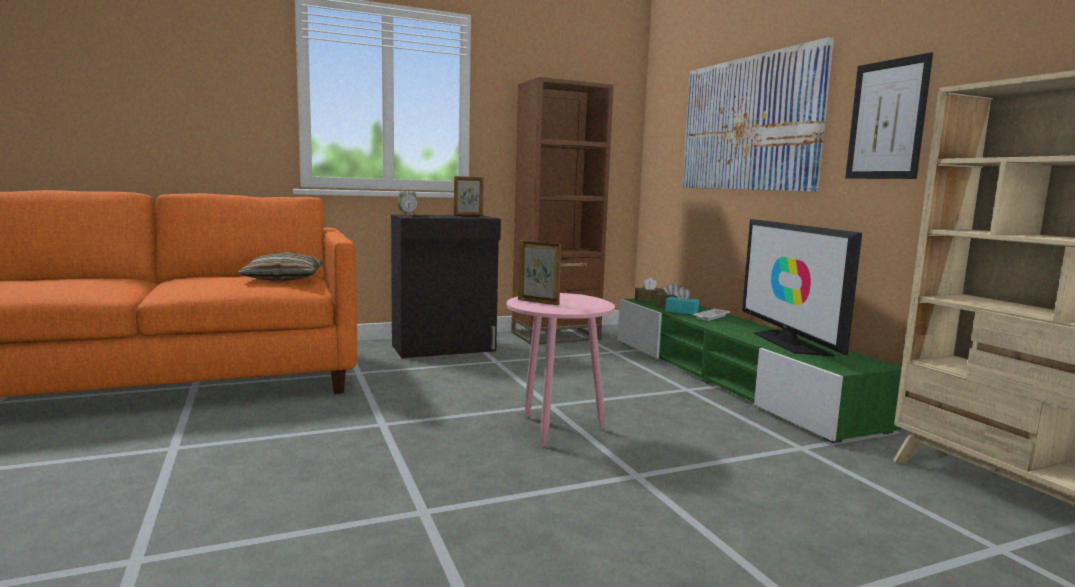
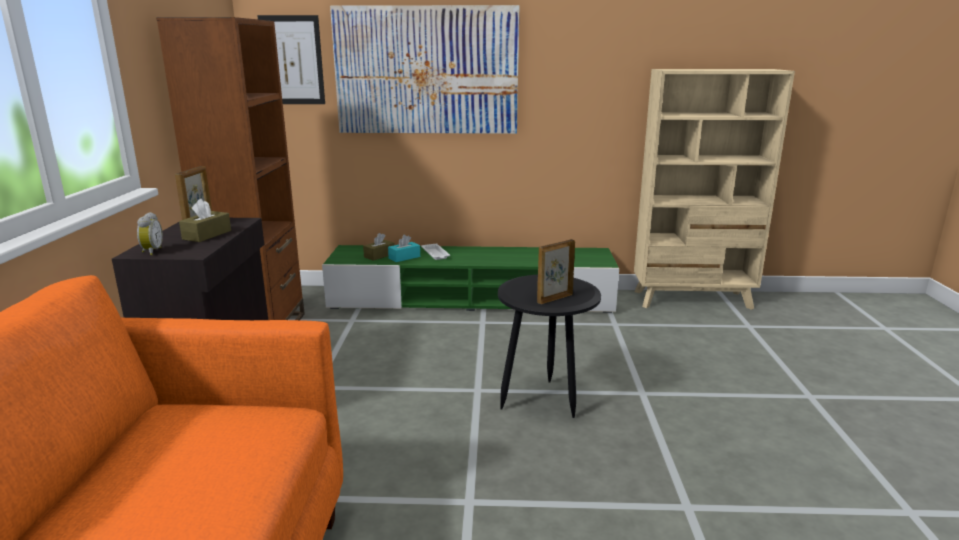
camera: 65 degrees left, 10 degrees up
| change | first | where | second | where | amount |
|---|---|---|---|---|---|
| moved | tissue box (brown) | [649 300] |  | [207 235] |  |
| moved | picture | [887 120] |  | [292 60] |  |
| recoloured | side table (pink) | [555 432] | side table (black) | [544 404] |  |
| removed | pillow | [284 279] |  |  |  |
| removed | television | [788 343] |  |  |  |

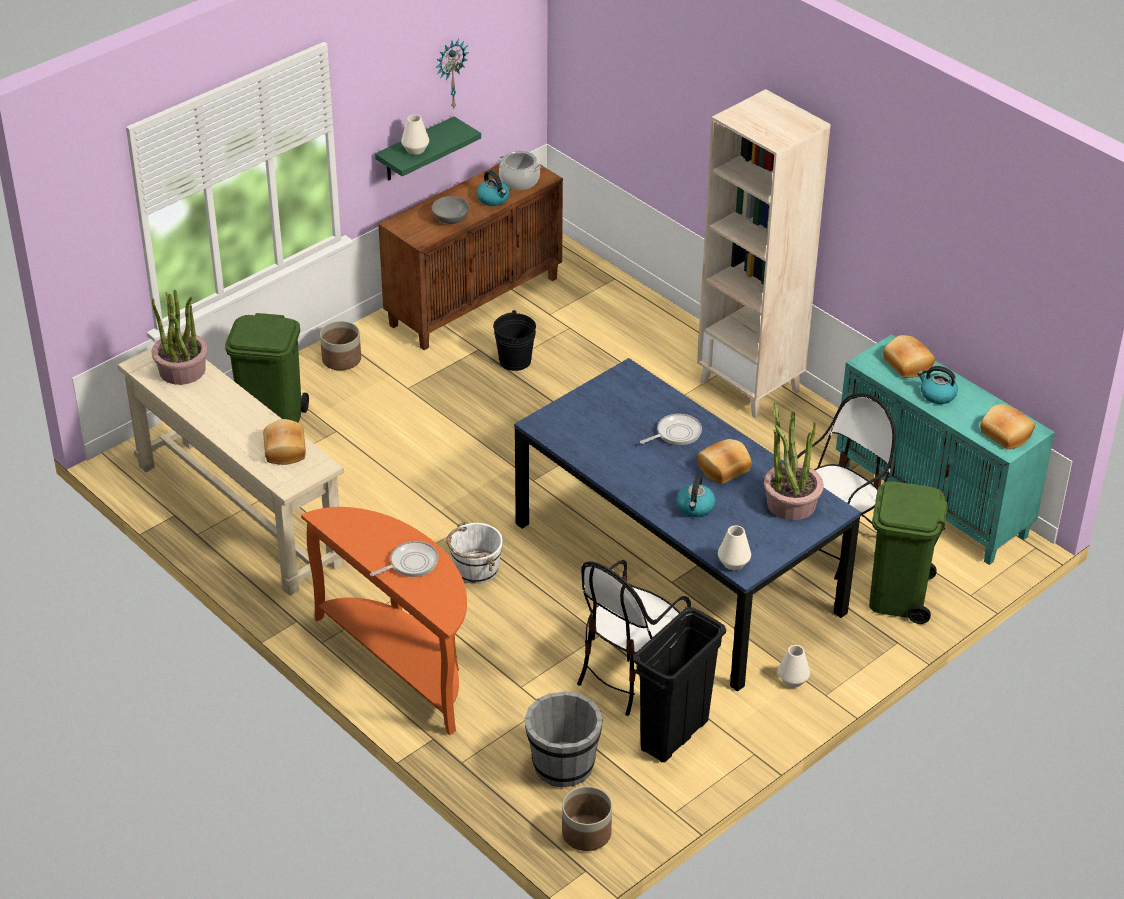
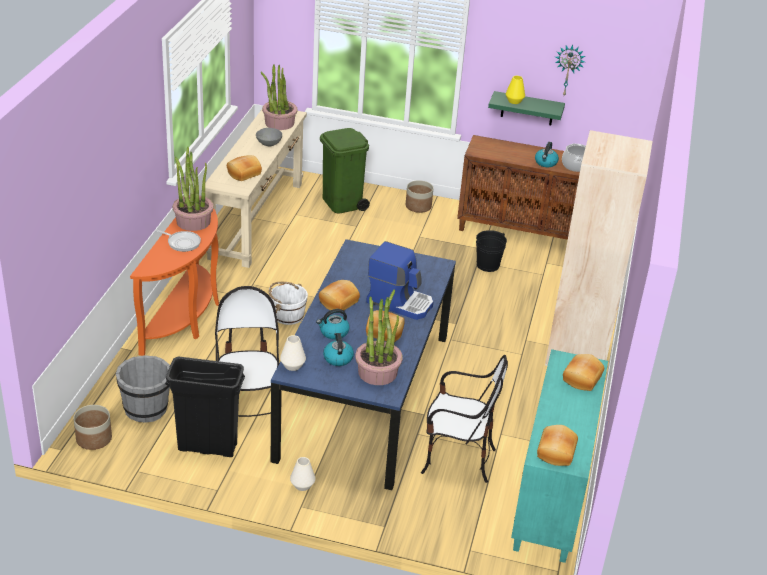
camera: 55 degrees right, 5 degrees down
| change | first | where | second | where | amount |
|---|---|---|---|---|---|
| added |  |  | potted plant | [193 221] |  |
| turned | chair | [630 674] |  | [248 409] | 75 degrees clockwise |
| moved | bowl (grey) | [450 219] |  | [268 143] |  |
| added |  |  | bread | [338 301] |  |
| moved | kettle | [937 395] |  | [337 358] |  |
| replaced | frying pan | [676 433] | coffee machine | [400 302] |  |
| recoloured | vase (white) | [415 149] | vase (yellow) | [514 101] |  |
| removed | trash can (green) | [898 597] |  |  |  |

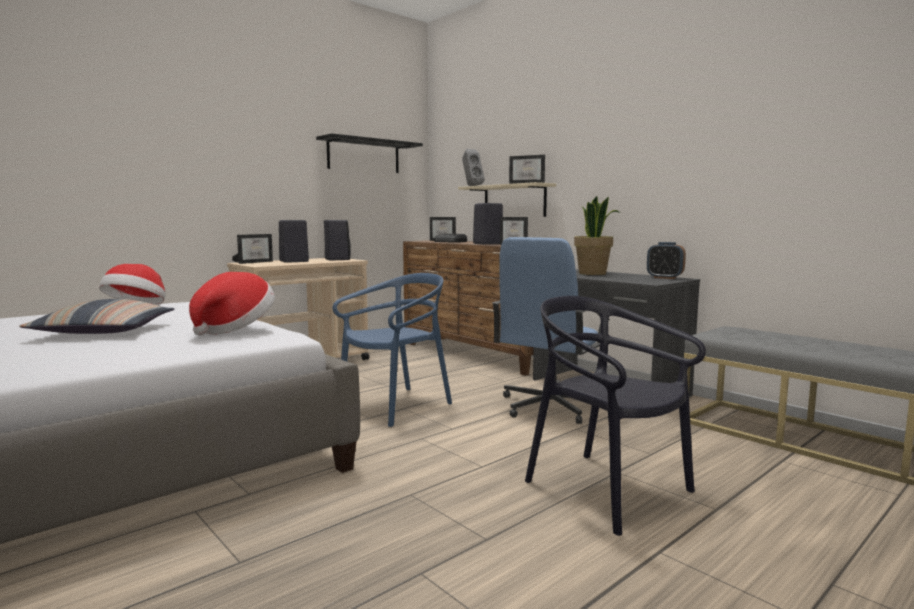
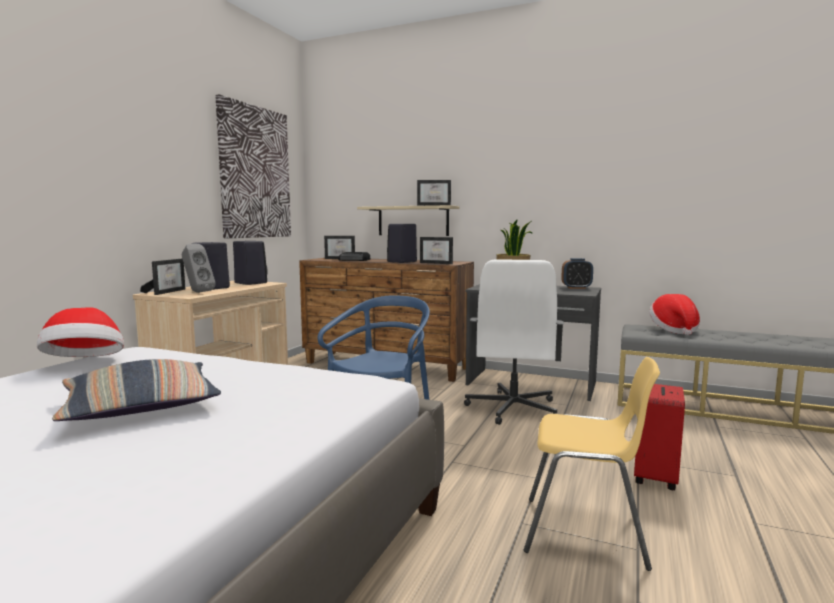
camera: 25 degrees left, 0 degrees up
| change | first | where | second | where | amount |
|---|---|---|---|---|---|
| moved | speaker (grey) | [471 186] |  | [197 292] |  |
| replaced | shelf (black) | [364 156] | picture | [255 172] |  |
| recoloured | office chair (blue) | [549 406] | office chair (white) | [512 409] |  |
| added |  |  | chair (yellow) | [585 533] |  |
| replaced | chair (black) | [606 489] | suitcase (red) | [653 477] |  |
| moved | hat | [235 329] |  | [674 330] |  |

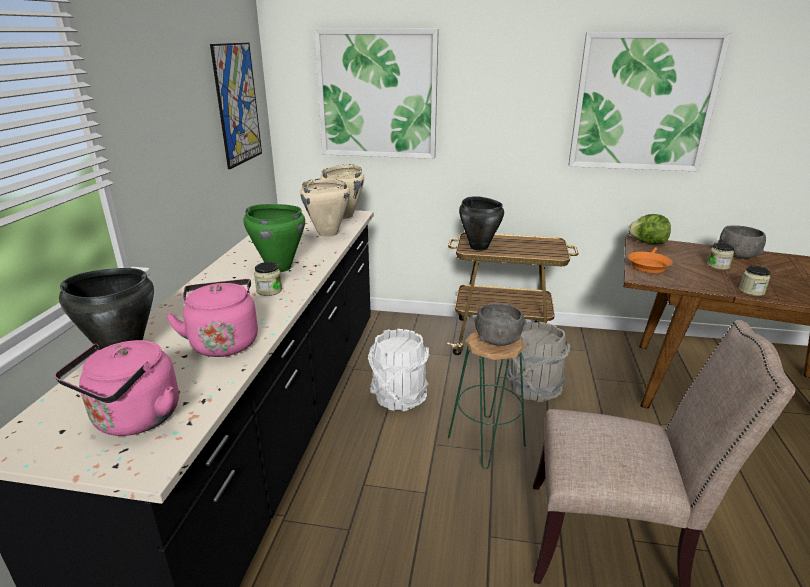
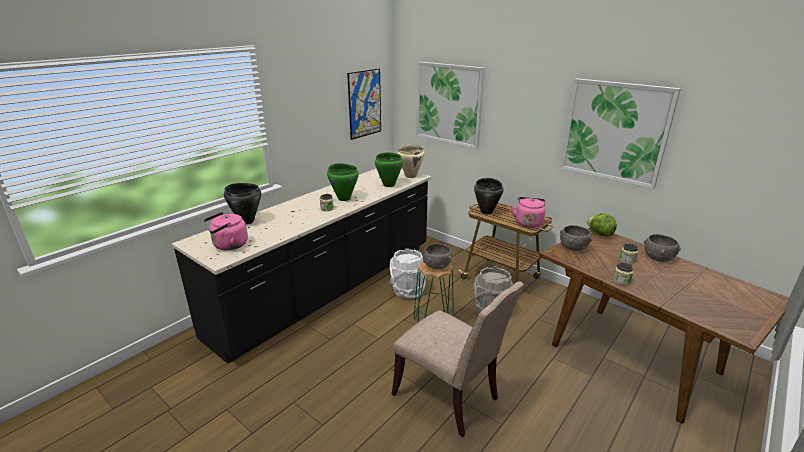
camera: 30 degrees right, 0 degrees up
| change | first | where | second | where | amount |
|---|---|---|---|---|---|
| recoloured | cooking pot (beige) | [327 234] | cooking pot (green) | [389 185] |  |
| moved | kettle (pink) | [224 342] |  | [528 222] |  |
| replaced | frying pan (orange) | [648 265] | bowl (grey) | [573 247] |  |

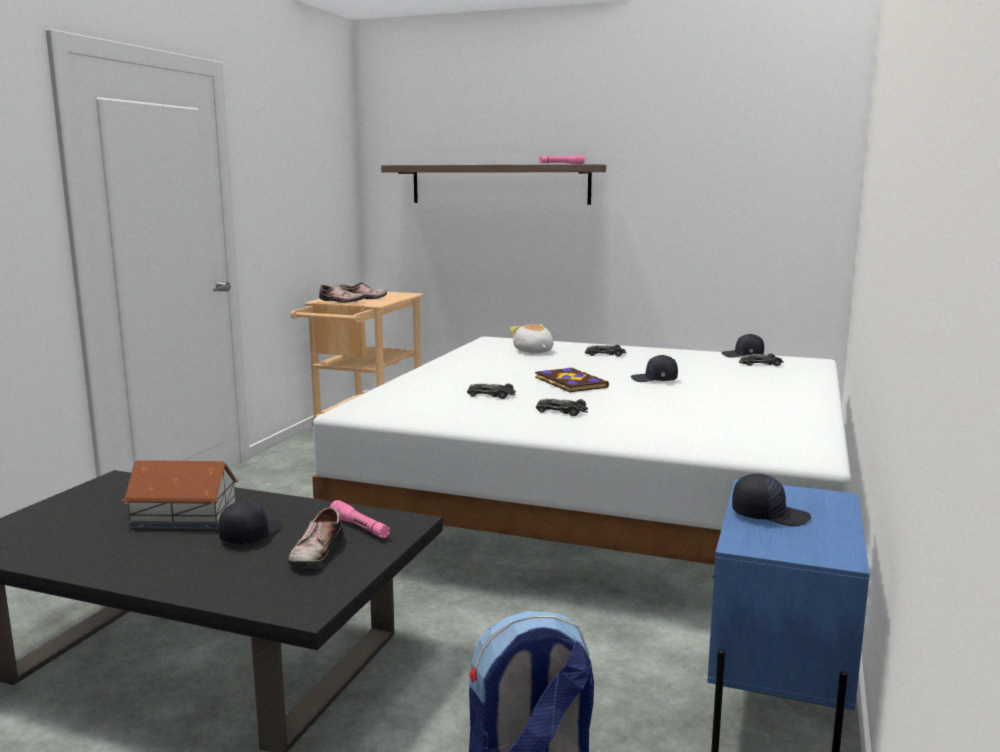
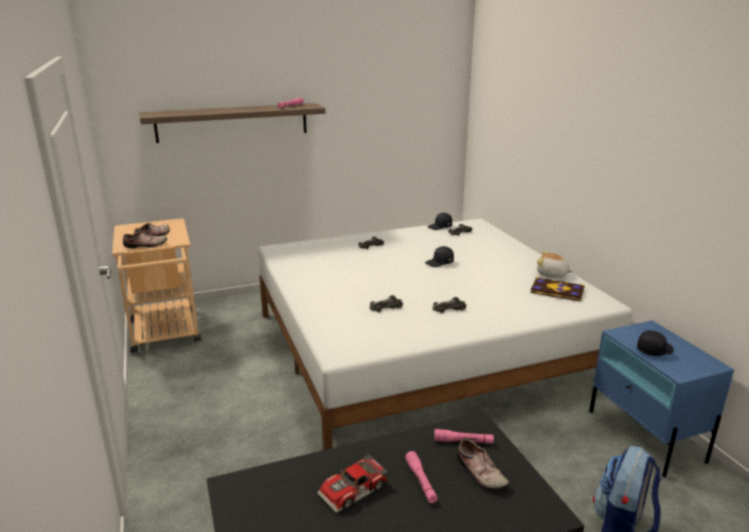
camera: 40 degrees left, 10 degrees up
| change | first | where | second | where | amount |
|---|---|---|---|---|---|
| replaced | toy house | [185 517] | toy car | [354 491] |  |
| replaced | cap (black) | [250 535] | flashlight (pink) | [421 481] |  |
| moved | book | [569 382] |  | [557 291] |  |
| moved | plush toy | [533 351] |  | [552 274] |  |

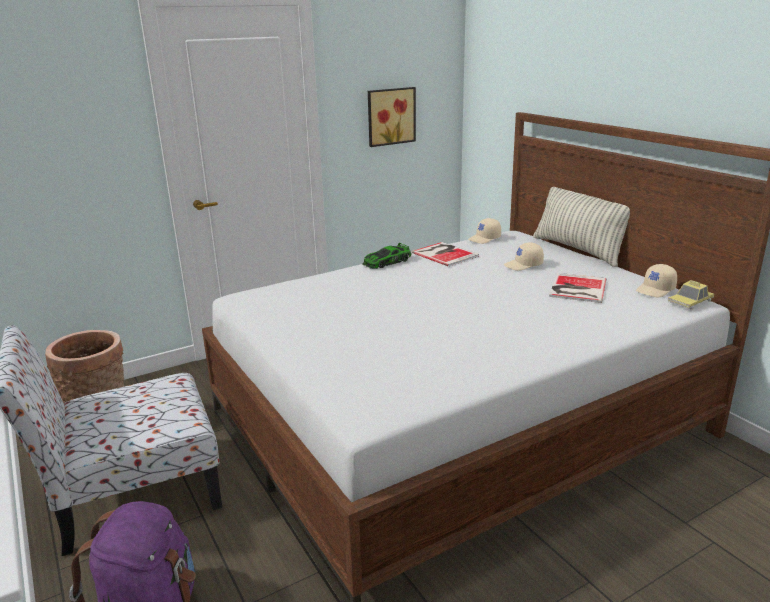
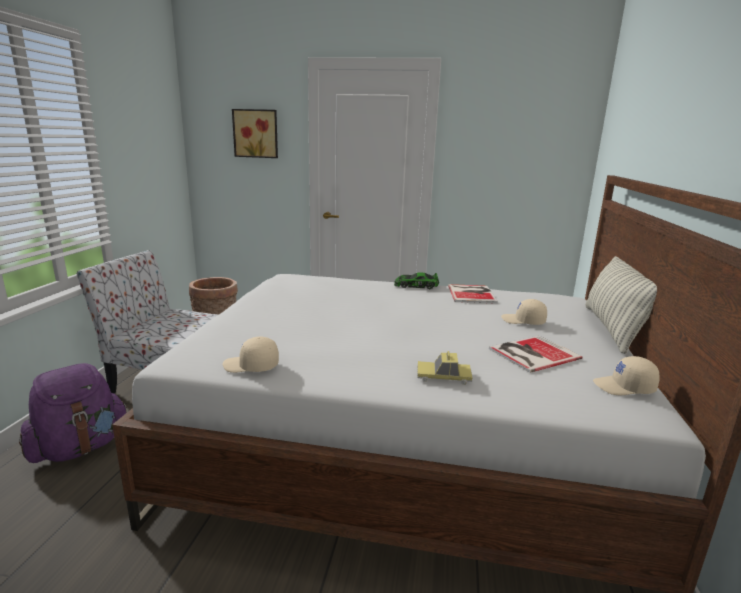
camera: 40 degrees right, 5 degrees down
| change | first | where | second | where | amount |
|---|---|---|---|---|---|
| moved | cap (beige) | [484 239] |  | [251 366] |  |
| moved | picture | [390 116] |  | [256 133] |  |
| moved | toy car | [690 302] |  | [443 376] |  |

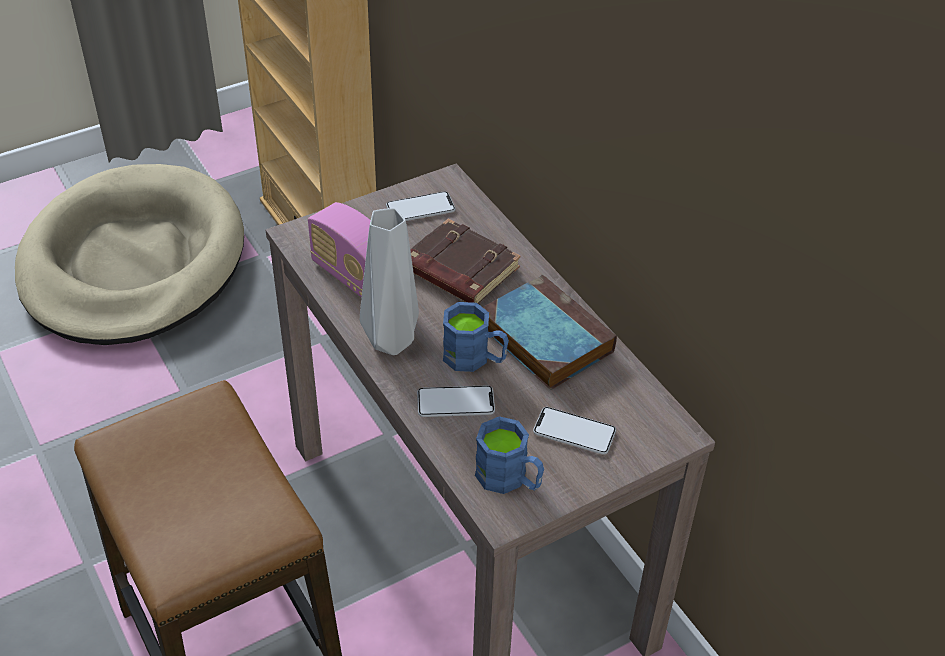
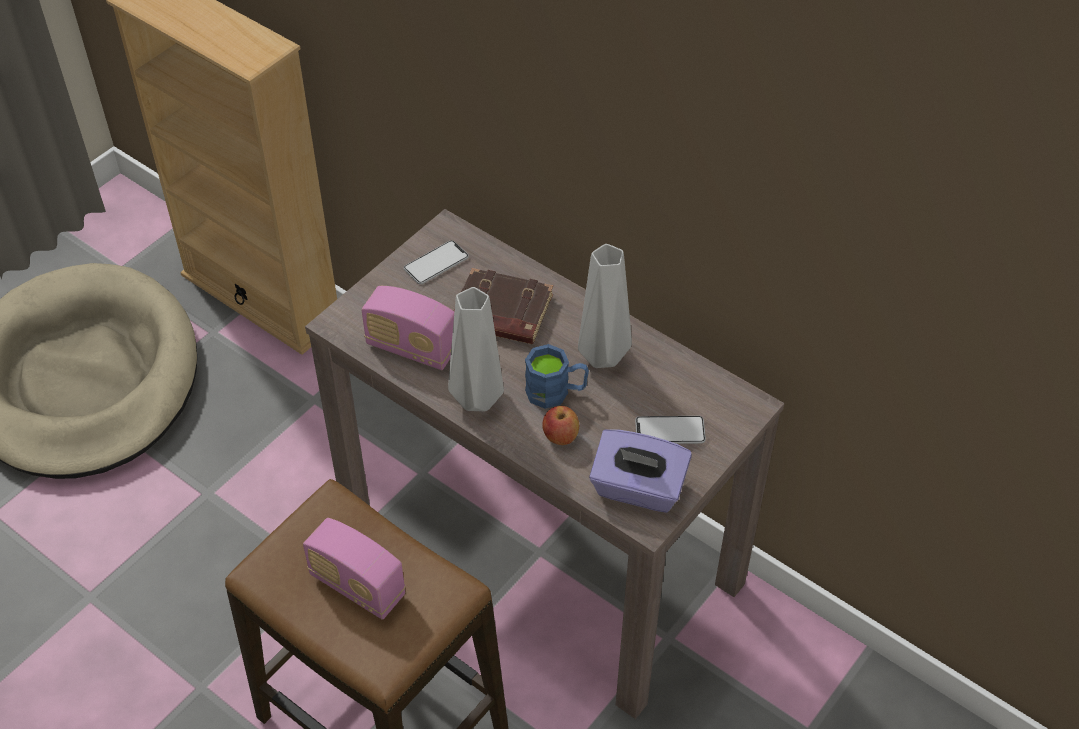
camera: 20 degrees left, 5 degrees up
| change | first | where | second | where | amount |
|---|---|---|---|---|---|
| added |  |  | radio | [357 586] |  |
| replaced | phone | [455 402] | apple | [560 437] |  |
| replaced | book | [543 337] | vase (grey) | [604 354] |  |
| replaced | mug (blue) | [509 479] | tissue box (purple) | [637 489] |  |

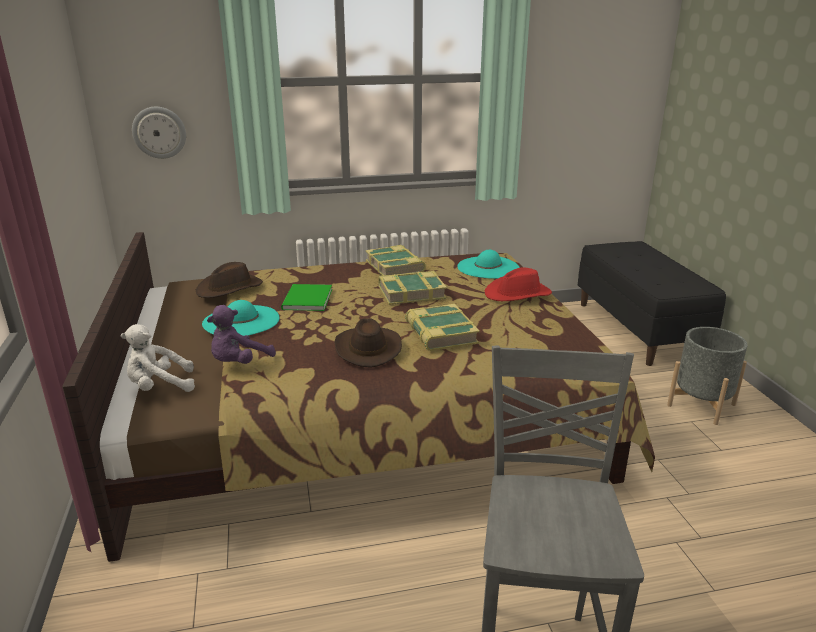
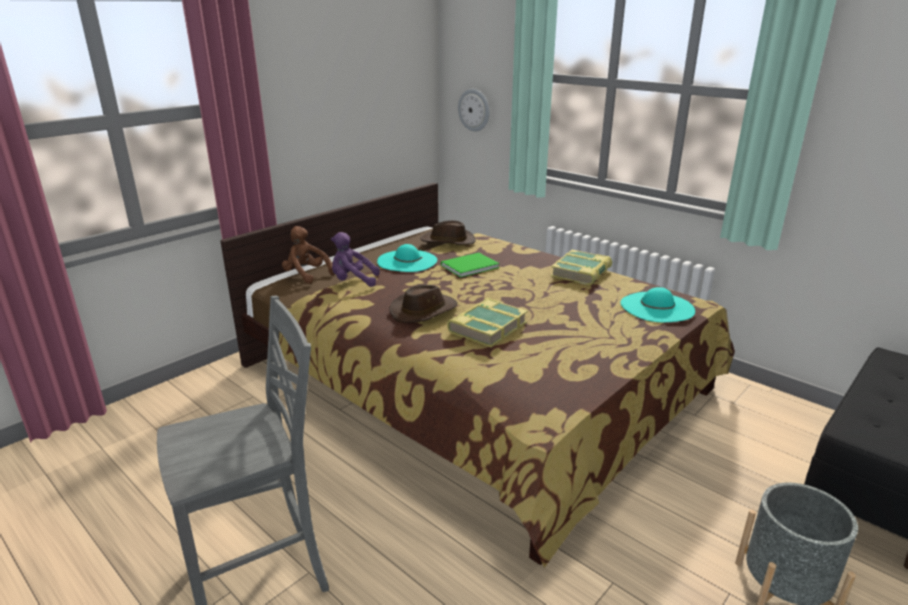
camera: 55 degrees right, 0 degrees up
| change | first | where | second | where | amount |
|---|---|---|---|---|---|
| recoloured | plush toy (white) | [159 387] | plush toy (brown) | [306 275] |  |
| removed | book | [411 293] |  |  |  |
| removed | hat (red) | [518 294] |  |  |  |

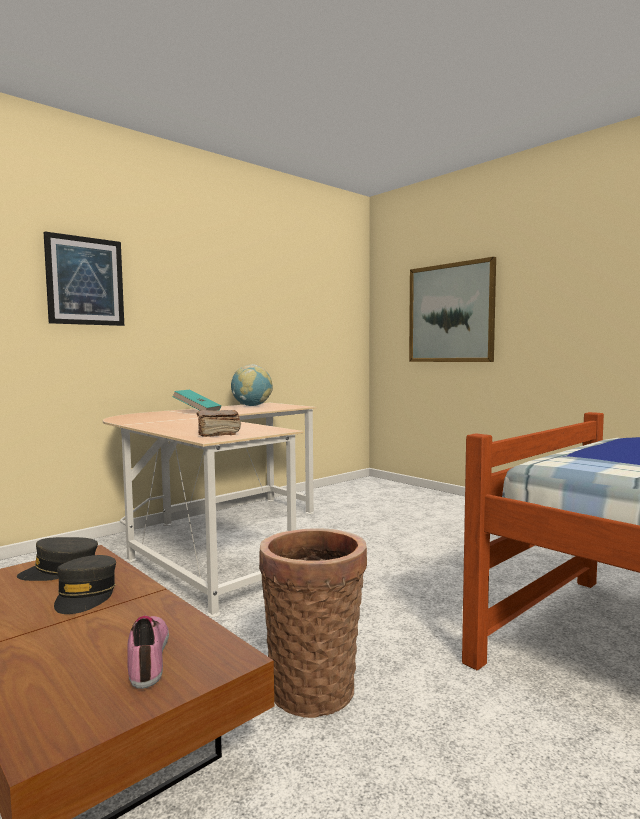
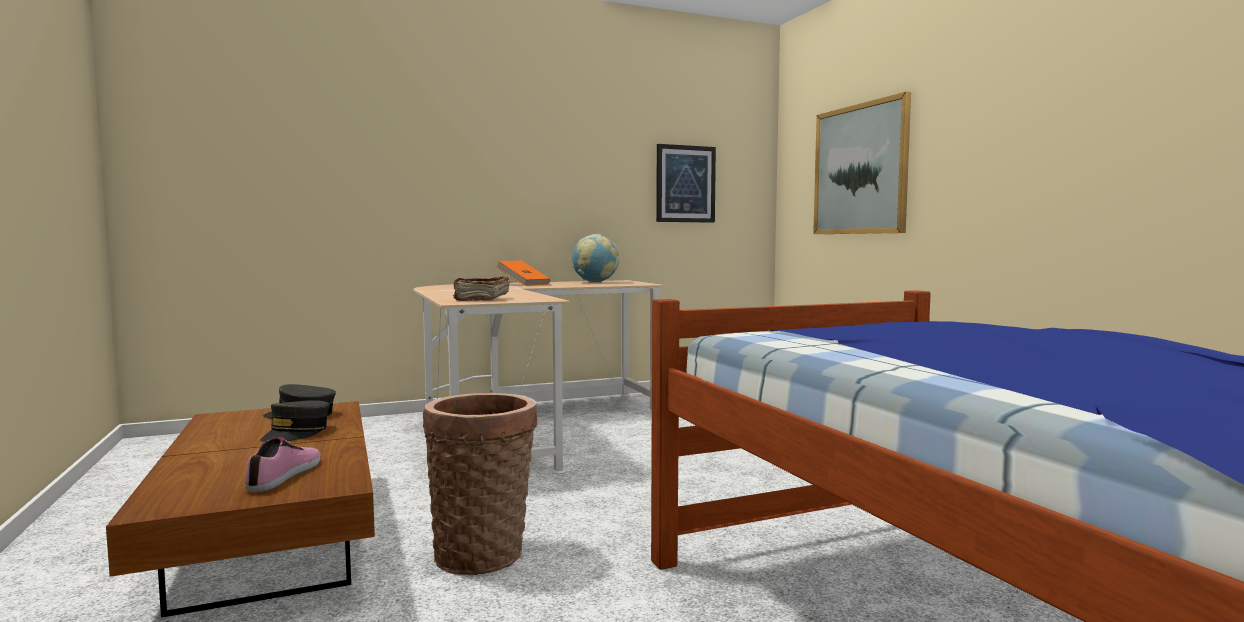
camera: 20 degrees right, 0 degrees up
| change | first | where | second | where | amount |
|---|---|---|---|---|---|
| recoloured | book (turquoise) | [197 411] | book (orange) | [523 284] |  |
| moved | picture | [85 281] |  | [685 184] |  |

